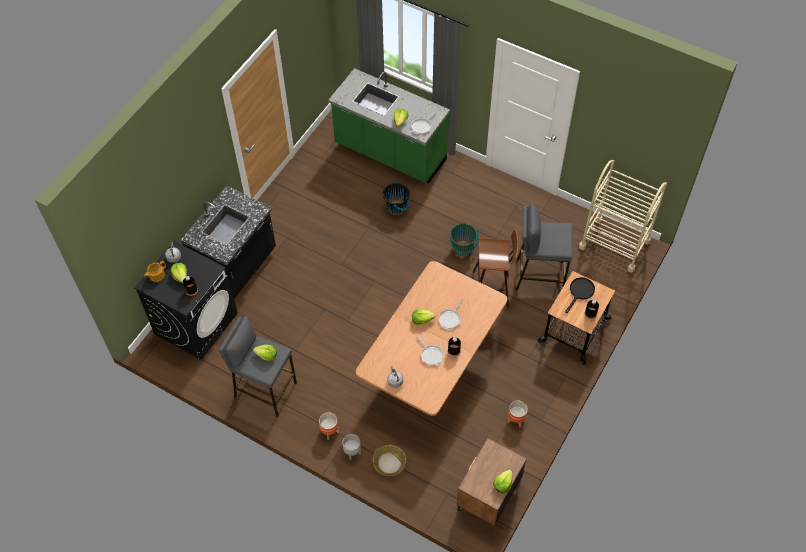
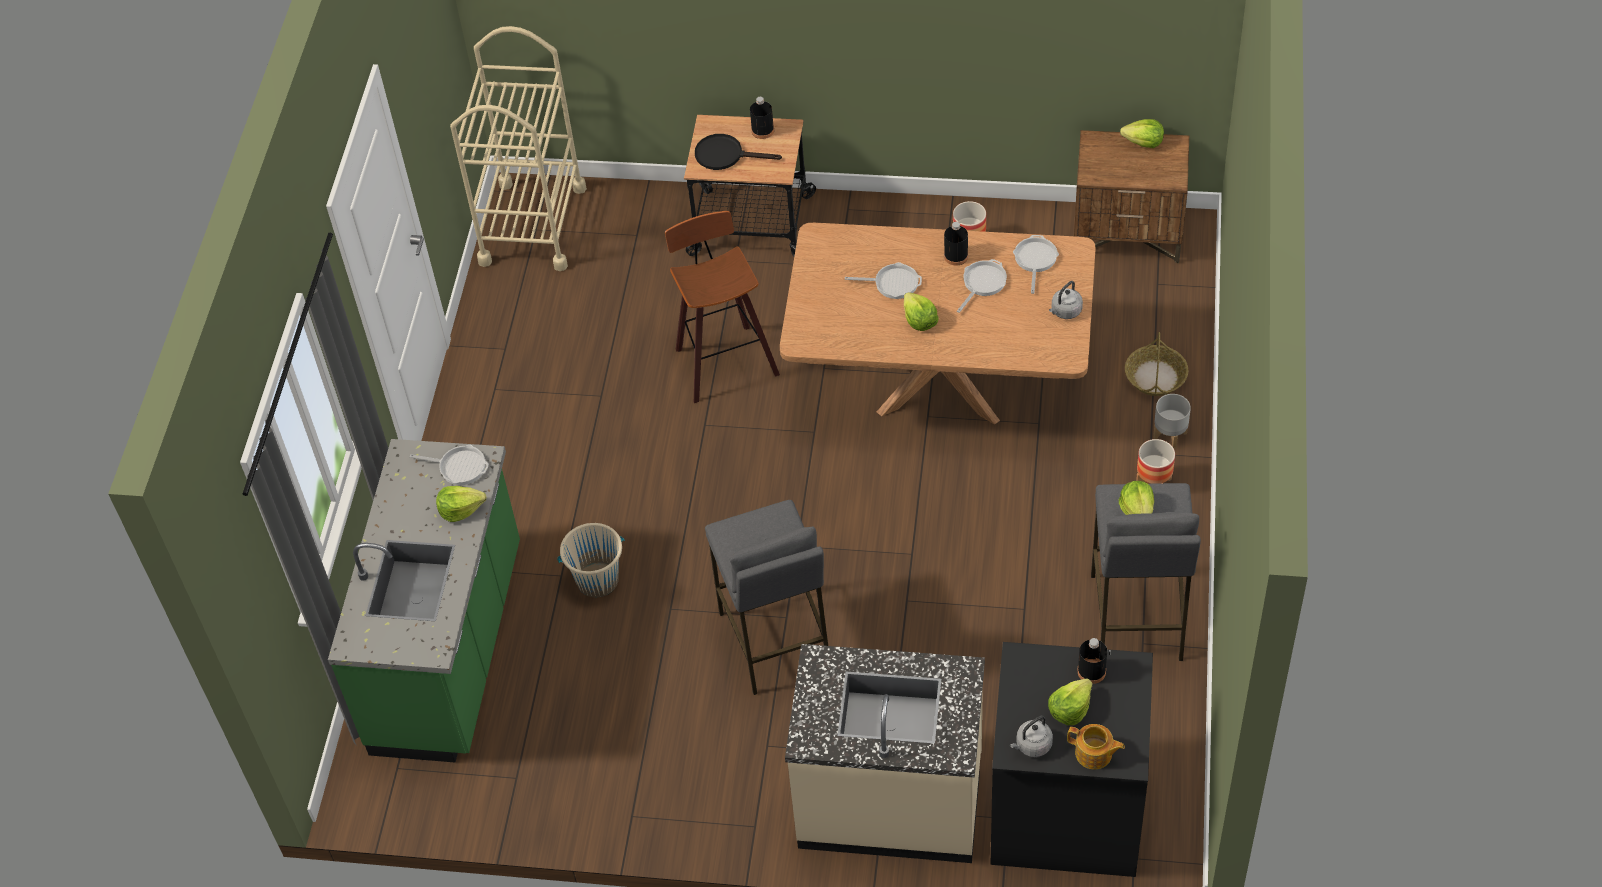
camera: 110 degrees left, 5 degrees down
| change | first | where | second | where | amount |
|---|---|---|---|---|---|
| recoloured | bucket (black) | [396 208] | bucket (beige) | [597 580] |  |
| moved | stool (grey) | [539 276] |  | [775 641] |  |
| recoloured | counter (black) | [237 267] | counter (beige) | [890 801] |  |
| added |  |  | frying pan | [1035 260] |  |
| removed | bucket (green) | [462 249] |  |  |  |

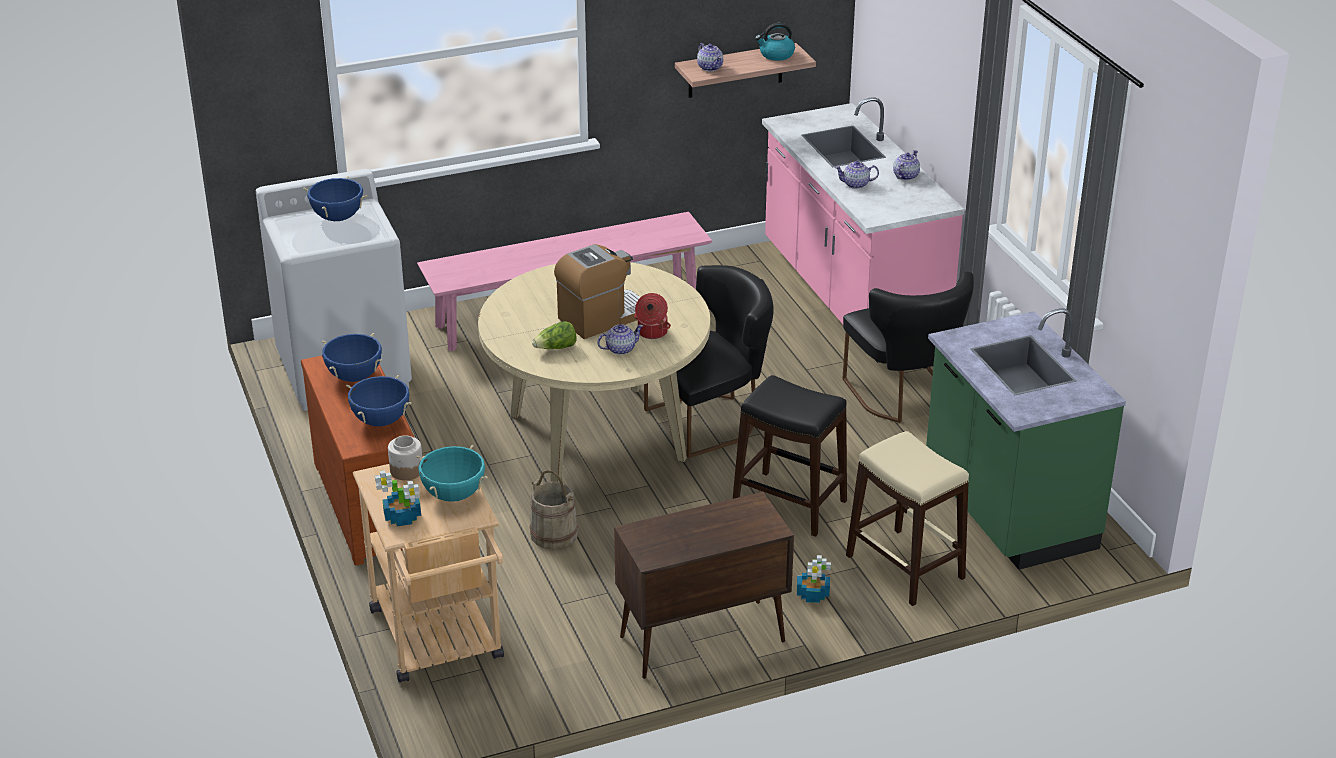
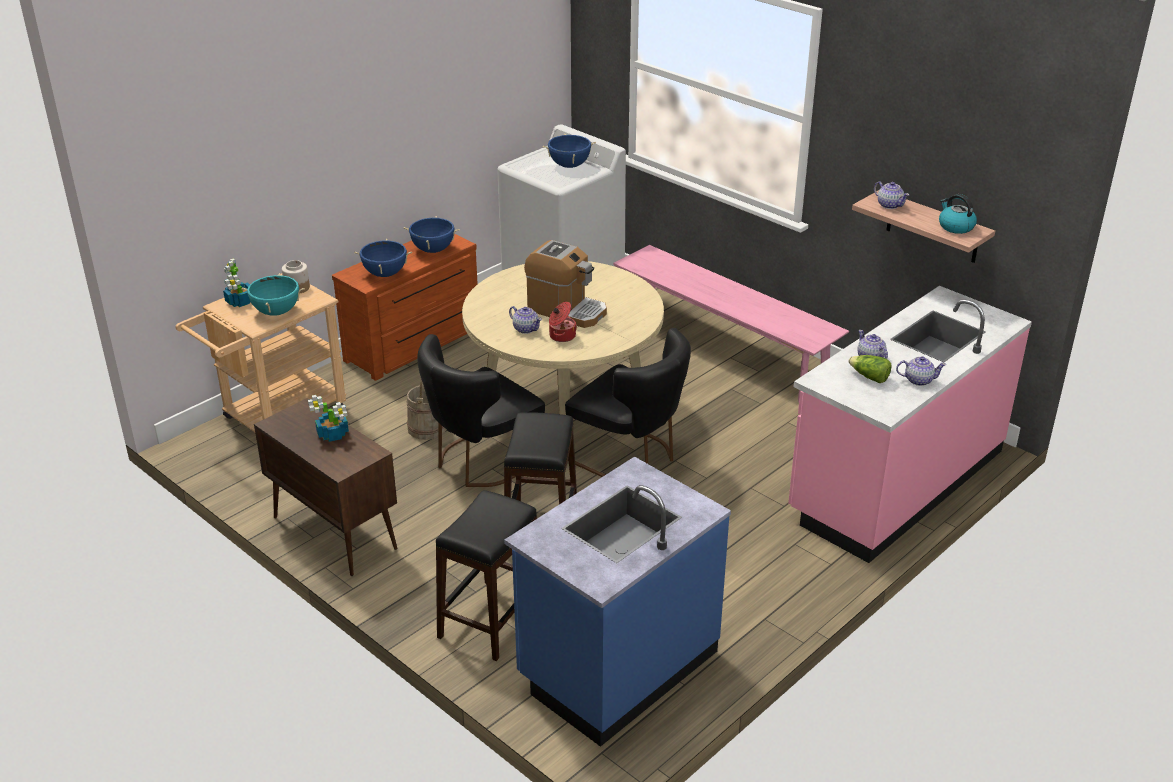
camera: 65 degrees right, 0 degrees up
| change | first | where | second | where | amount |
|---|---|---|---|---|---|
| moved | potted plant | [813 594] |  | [333 434] |  |
| moved | chair (black) | [904 397] |  | [480 462] |  |
| recoloured | stool (beige) | [905 566] | stool (black) | [492 619] |  |
| recoloured | counter (green) | [1007 513] | counter (blue) | [616 666] |  |
| moved | lettuce | [556 348] |  | [869 377] |  |
| turned | teapot | [710 67] |  | [889 205] | 75 degrees counterclockwise |

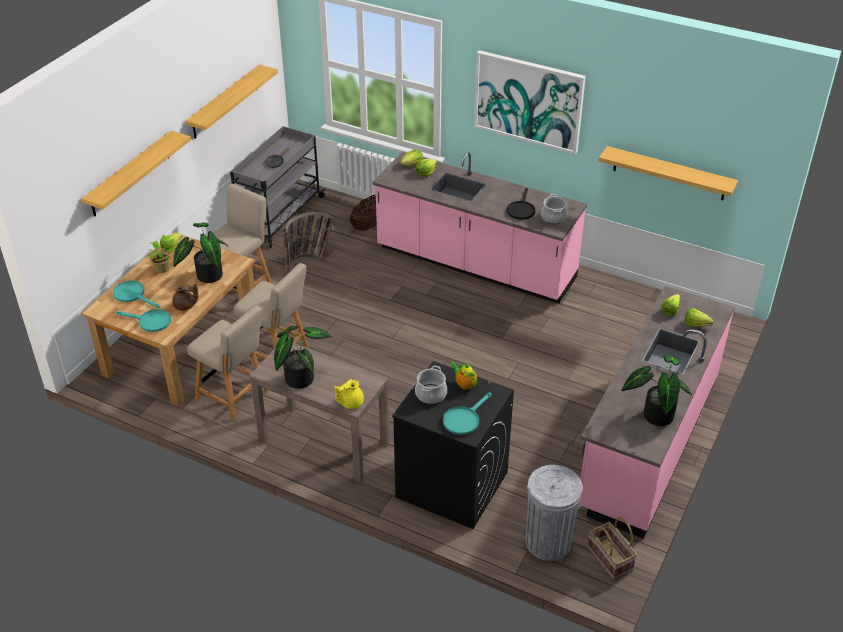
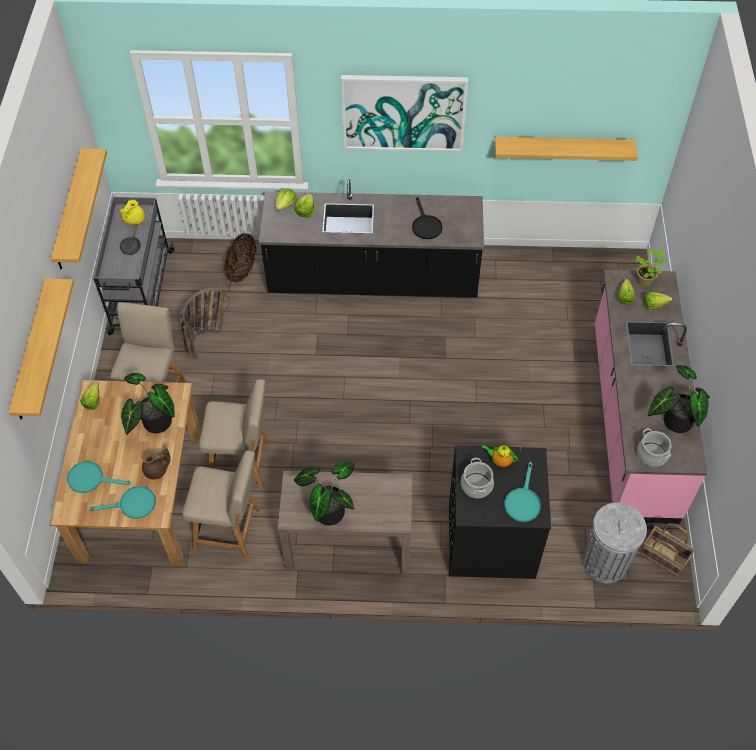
camera: 25 degrees left, 15 degrees up
| change | first | where | second | where | amount |
|---|---|---|---|---|---|
| moved | teapot (yellow) | [350 403] |  | [134 220] |  |
| recoloured | counter (pink) | [475 264] | counter (black) | [373 280] |  |
| moved | potted plant | [163 268] |  | [645 280] |  |
| moved | cooking pot | [553 217] |  | [652 454] |  |

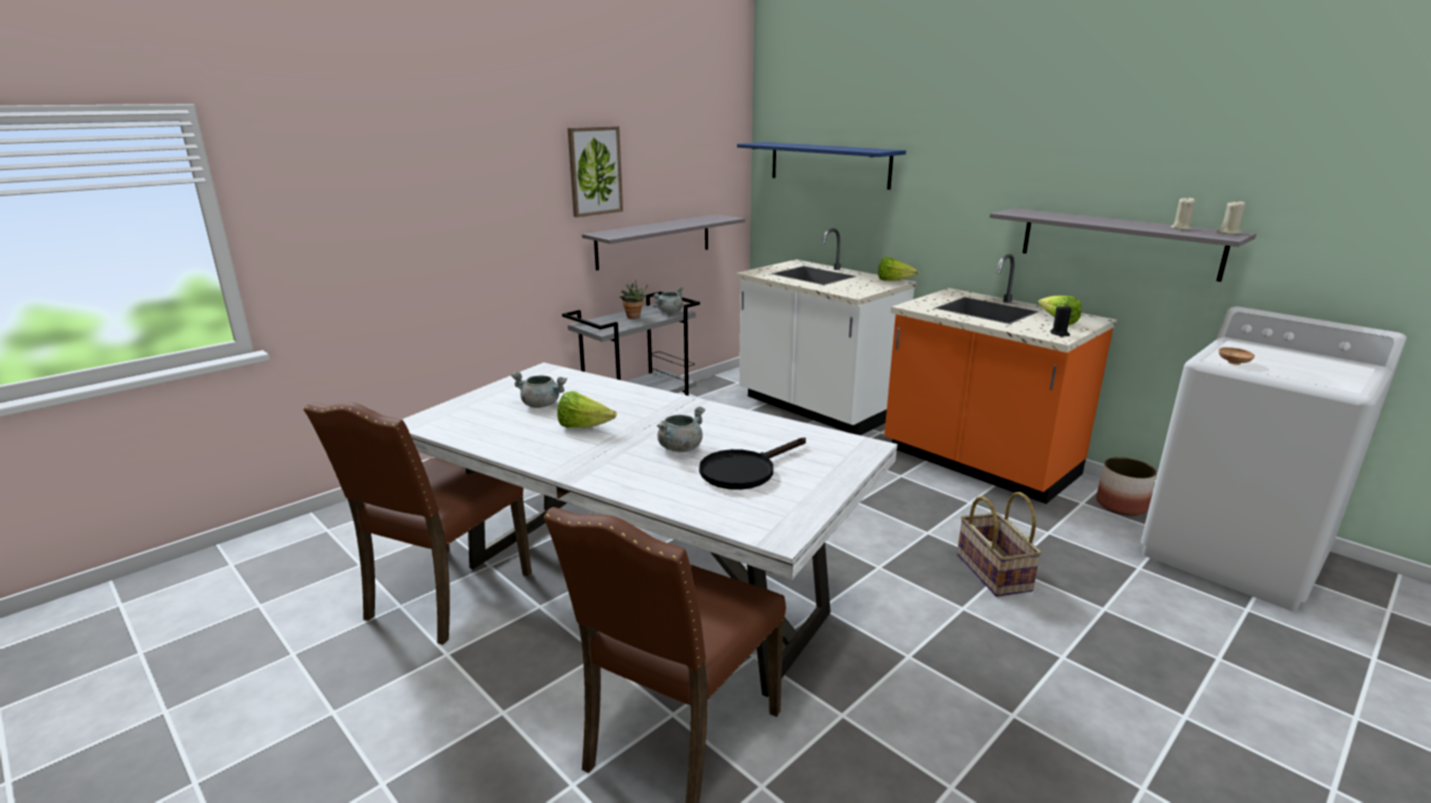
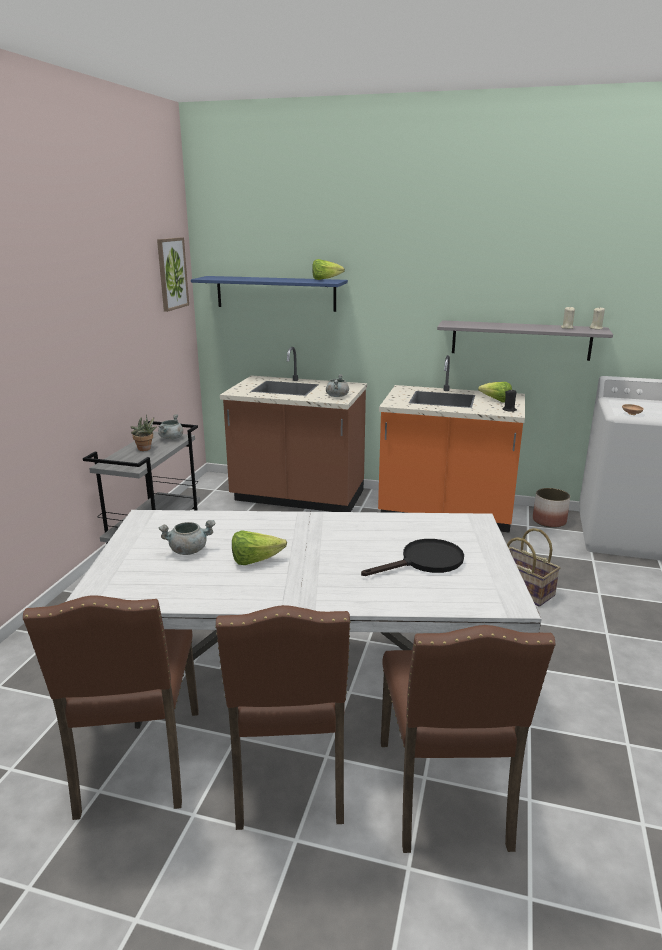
camera: 30 degrees left, 0 degrees up
| change | first | where | second | where | amount |
|---|---|---|---|---|---|
| moved | picture | [594 171] |  | [172 274] |  |
| added |  |  | chair (brown) | [289 774] |  |
| recoloured | counter (white) | [816 407] | counter (brown) | [298 497] |  |
| moved | lettuce | [893 281] |  | [325 279] |  |
| moved | cooking pot (grey) | [680 448] |  | [337 396] |  |
| turned | frying pan (black) | [744 470] |  | [425 562] | 135 degrees counterclockwise |
| removed | shelf (grey) | [654 241] |  |  |  |

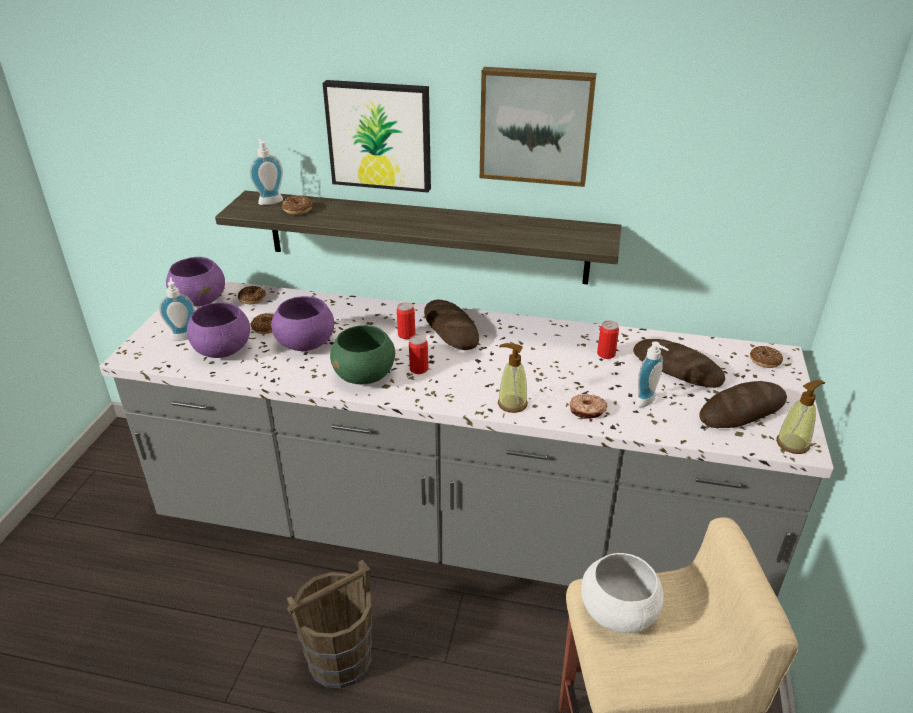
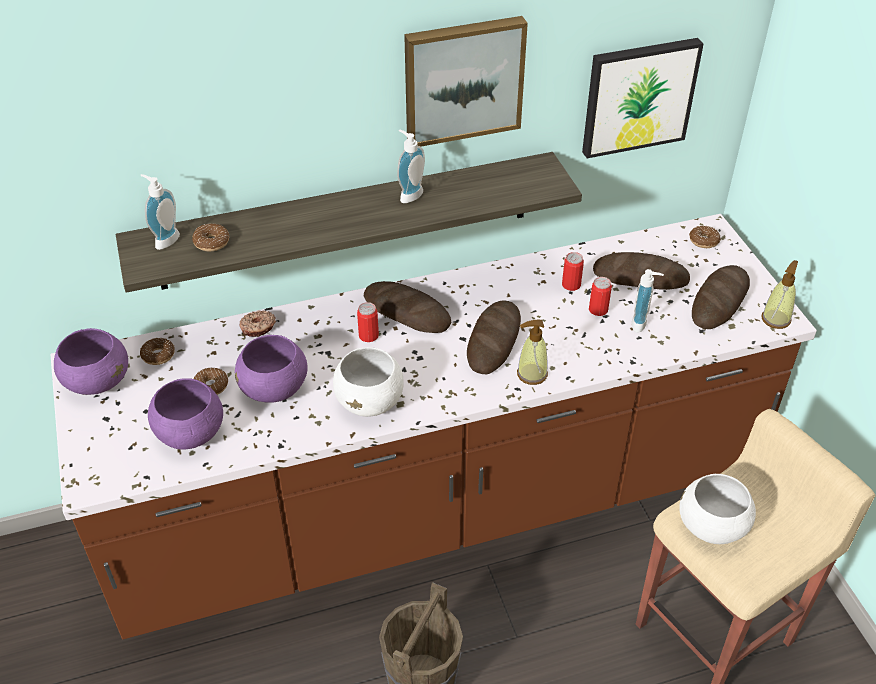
camera: 30 degrees left, 10 degrees up
| change | first | where | second | where | amount |
|---|---|---|---|---|---|
| recoloured | counter (grey) | [456 529] | counter (brown) | [438 505] |  |
| moved | donut | [587 411] |  | [258 328] |  |
| recoloured | bowl (green) | [365 376] | bowl (white) | [370 401] |  |
| moved | soap dispenser | [183 335] |  | [409 194] |  |
| added |  |  | bread | [494 341] |  |
| moved | picture | [380 135] |  | [638 96] |  |
| moved | can | [419 369] |  | [598 310] |  |

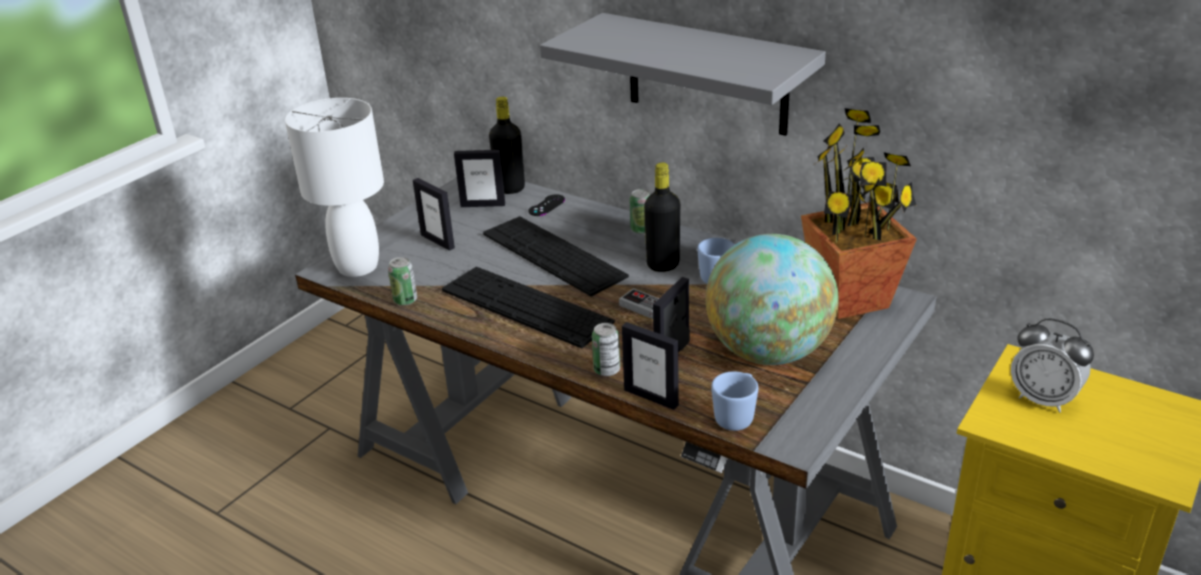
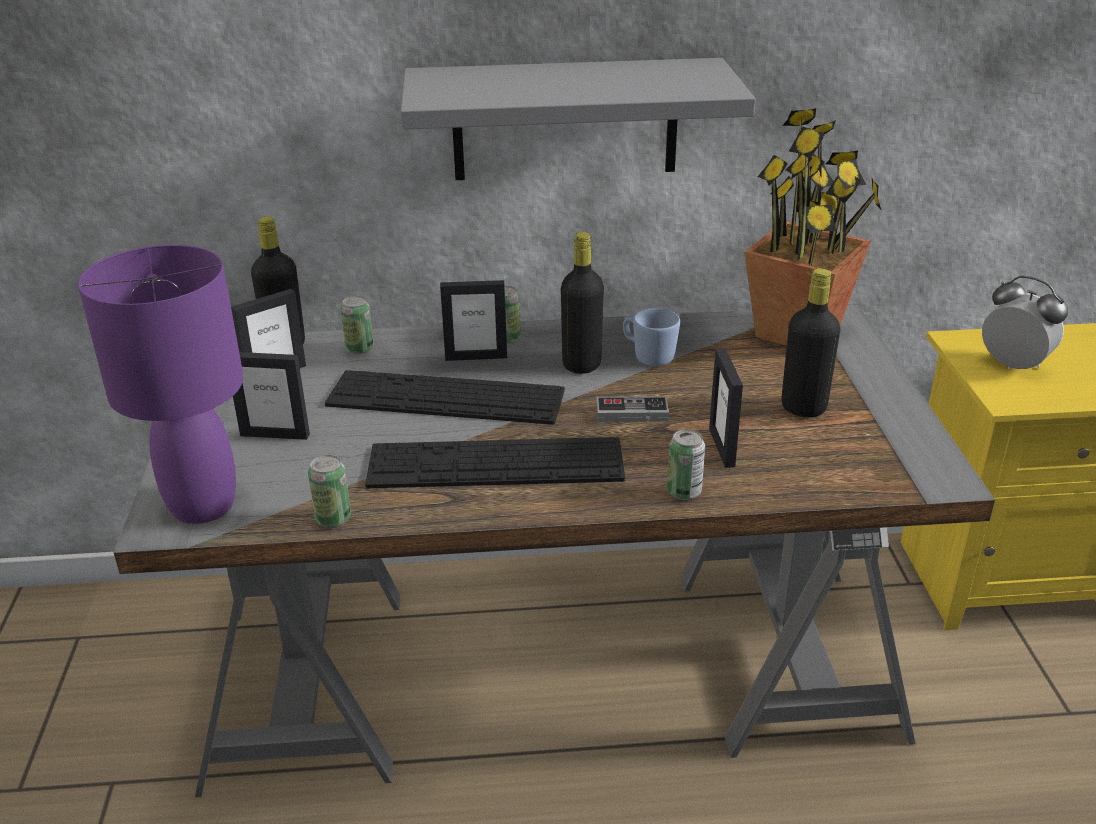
camera: 40 degrees left, 0 degrees up
| change | first | where | second | where | amount |
|---|---|---|---|---|---|
| recoloured | table lamp (white) | [357 267] | table lamp (purple) | [202 506] |  |
| replaced | game controller (black) | [546 205] | can | [359 349] |  |
| moved | picture frame | [651 397] |  | [476 357] |  |
| replaced | globe | [768 352] | bottle (black) | [803 408] |  |
| turned | alarm clock | [1043 399] |  | [1013 365] | 135 degrees counterclockwise |
| removed | mug (blue) | [737 416] |  |  |  |

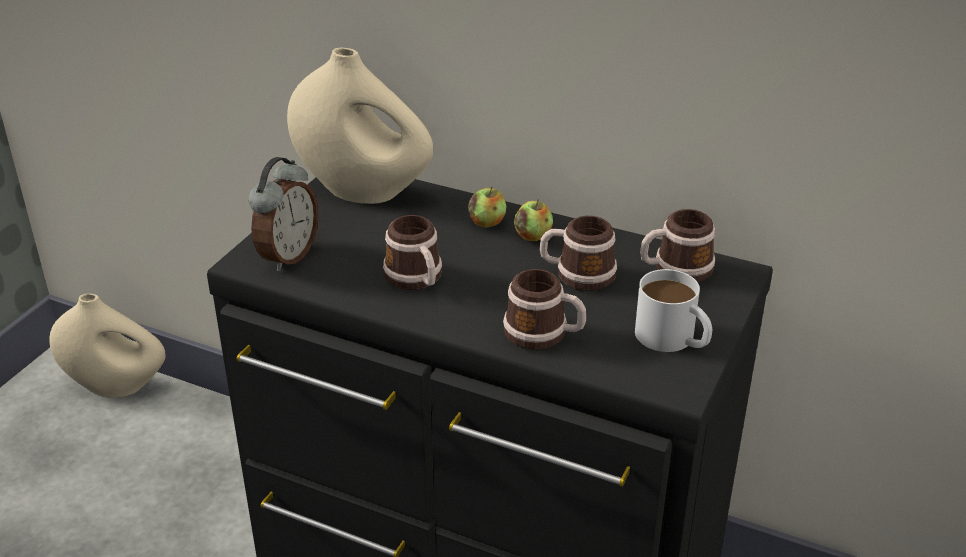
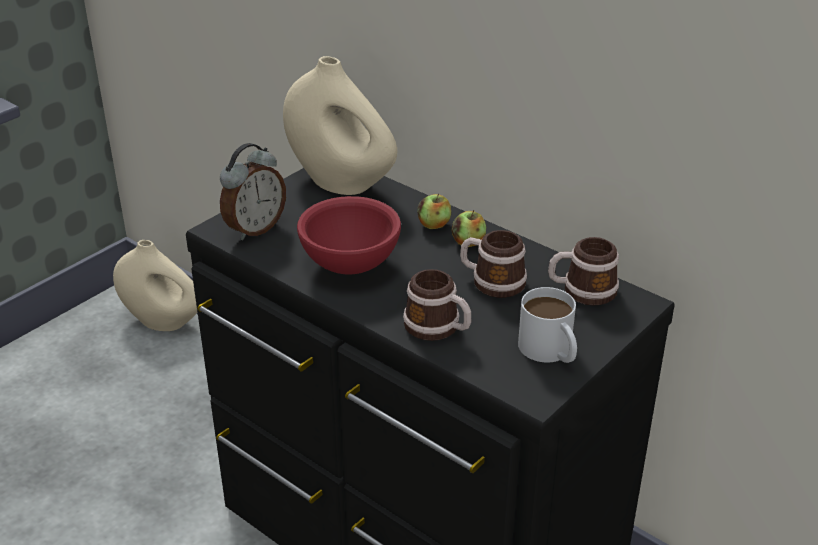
camera: 15 degrees right, 0 degrees up
| change | first | where | second | where | amount |
|---|---|---|---|---|---|
| replaced | mug | [416 279] | bowl (red) | [352 264] |  |

